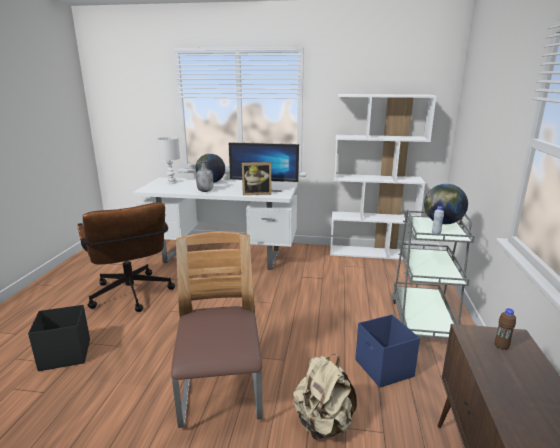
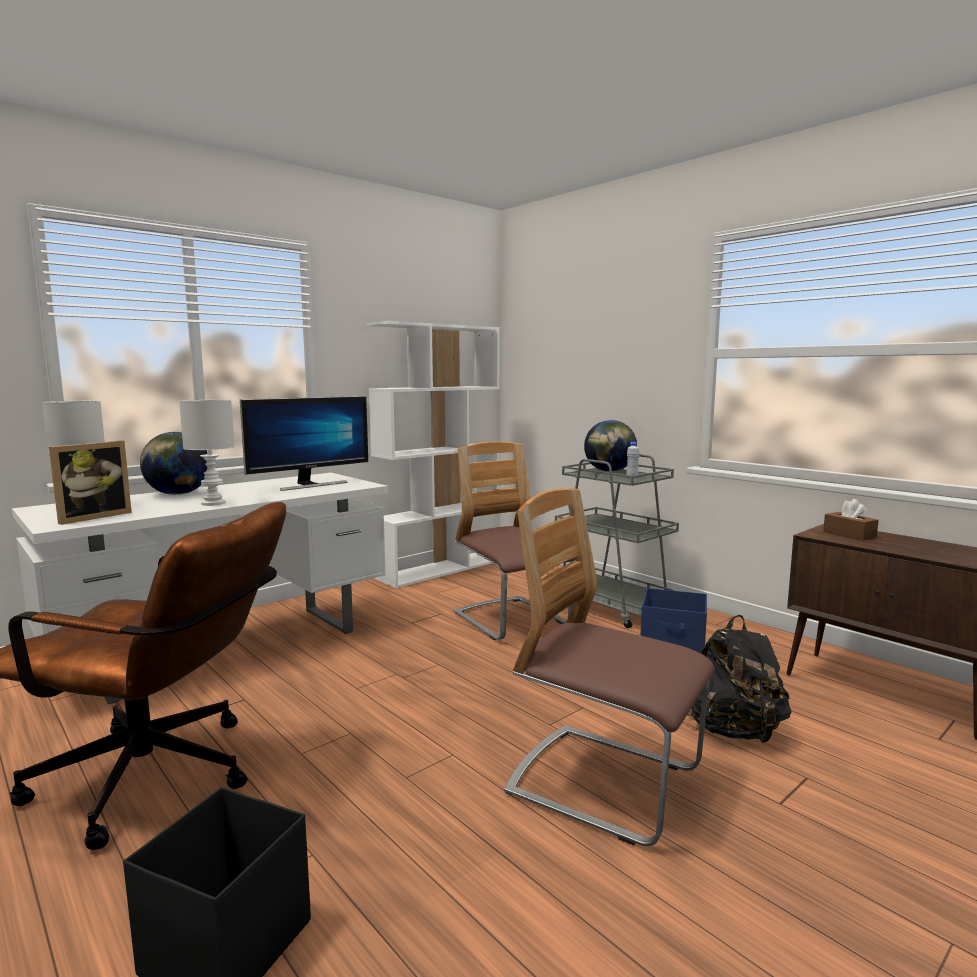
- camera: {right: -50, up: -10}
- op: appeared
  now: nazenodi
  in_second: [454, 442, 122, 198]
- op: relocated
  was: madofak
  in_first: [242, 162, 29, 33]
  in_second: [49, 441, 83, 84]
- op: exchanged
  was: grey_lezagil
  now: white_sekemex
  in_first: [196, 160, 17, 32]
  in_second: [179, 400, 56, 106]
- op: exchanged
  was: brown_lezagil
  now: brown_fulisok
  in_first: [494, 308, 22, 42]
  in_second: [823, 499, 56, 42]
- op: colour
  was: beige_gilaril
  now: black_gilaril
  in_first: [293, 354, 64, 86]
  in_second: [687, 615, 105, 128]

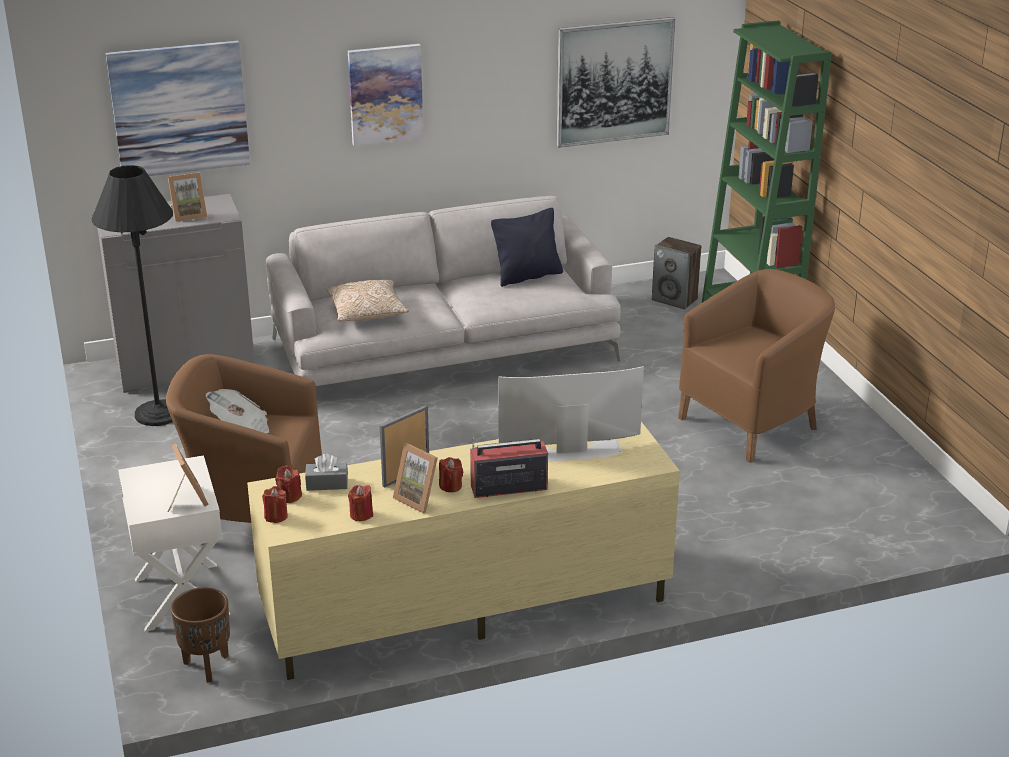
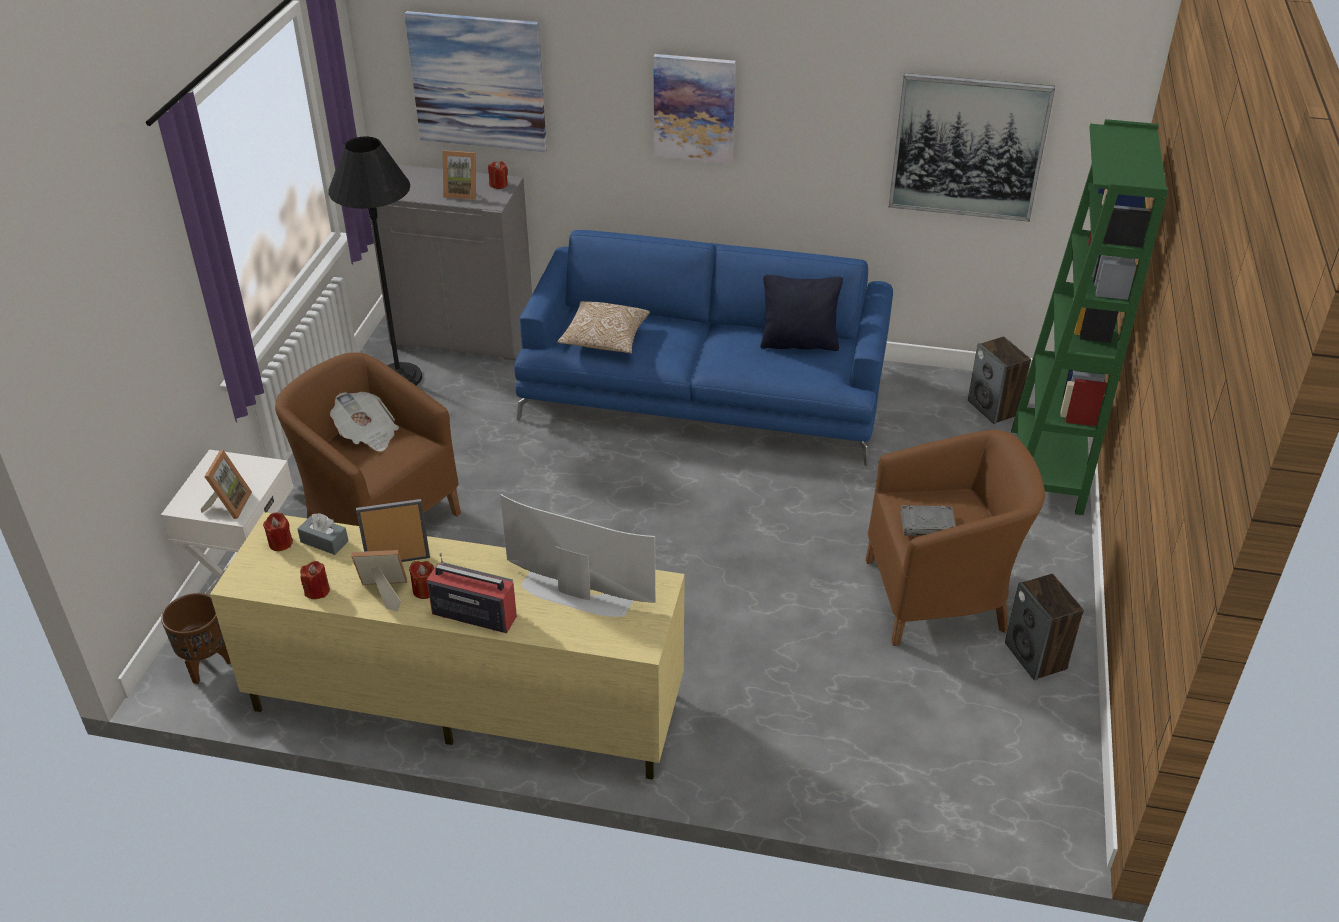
- camera: {right: 30, up: 10}
- op: appeared
  now: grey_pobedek
  in_second: [900, 505, 56, 31]
- op: appeared
  now: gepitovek
  in_second: [1005, 574, 79, 106]
- op: relocated
  was: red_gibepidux
  in_first: [262, 486, 26, 37]
  in_second: [488, 161, 20, 28]
- op: colour
  was: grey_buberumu
  now: blue_buberumu
  in_first: [266, 196, 355, 190]
  in_second: [514, 230, 379, 237]
- op: spun
  was: madofak
  in_first: [393, 443, 45, 70]
  in_second: [351, 550, 56, 62]
  clockwise: 105

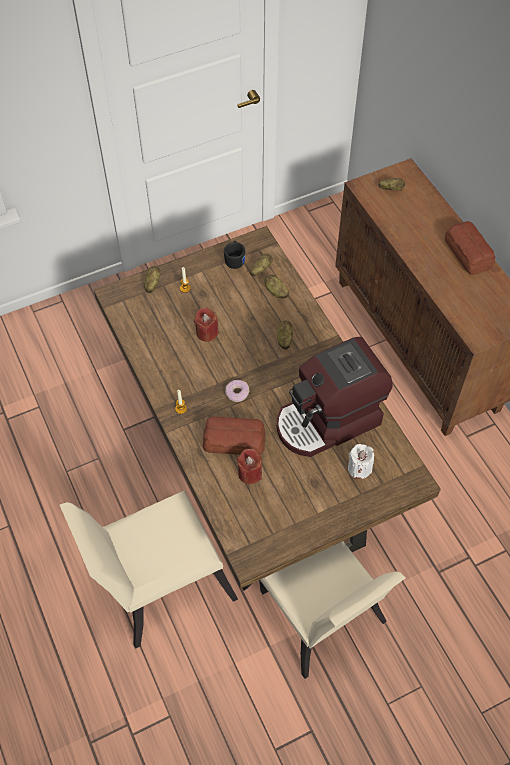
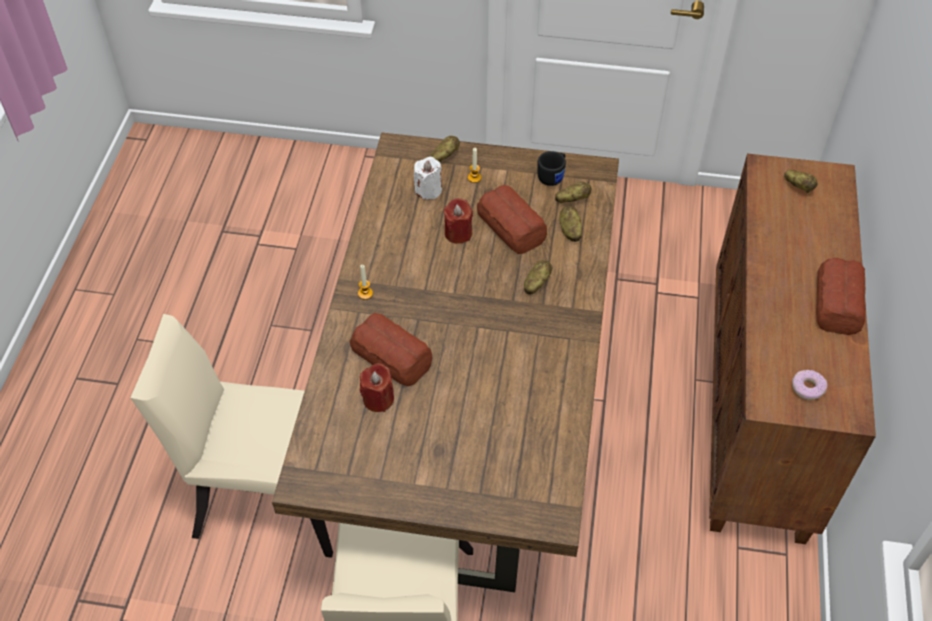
- camera: {right: 35, up: -5}
- op: missing
  was: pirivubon
  in_first: [277, 337, 116, 120]
- op: appeared
  now: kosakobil
  in_second: [477, 185, 70, 69]
- op: relocated
  was: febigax
  in_first: [225, 380, 25, 22]
  in_second: [792, 370, 35, 30]
- op: relocated
  was: white_gibepidux
  in_first: [348, 444, 26, 35]
  in_second: [414, 157, 28, 42]

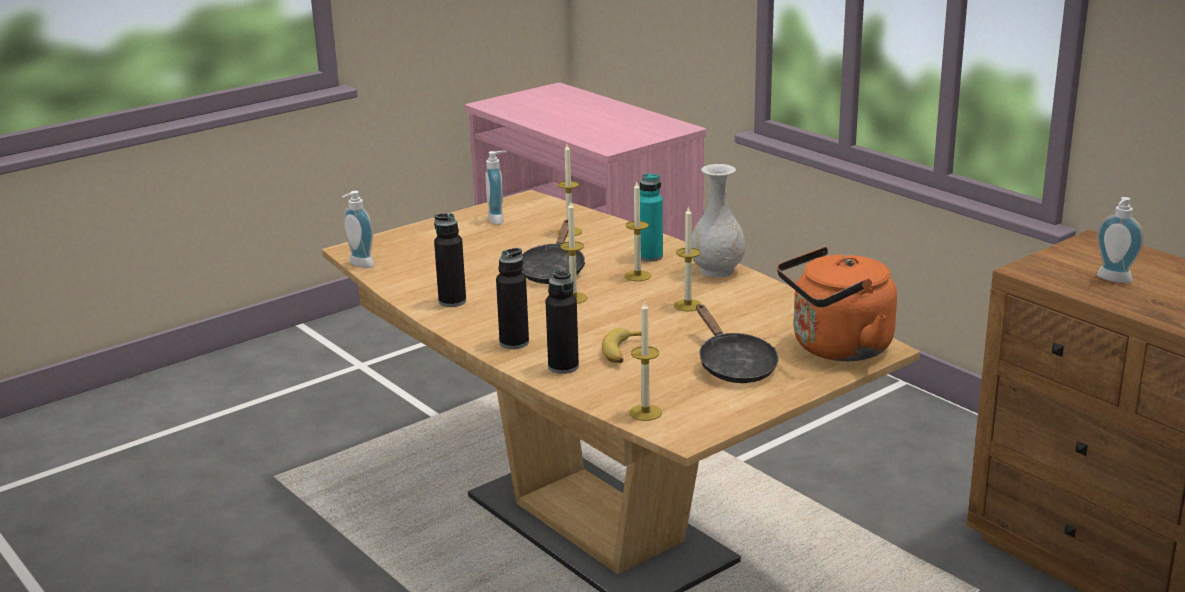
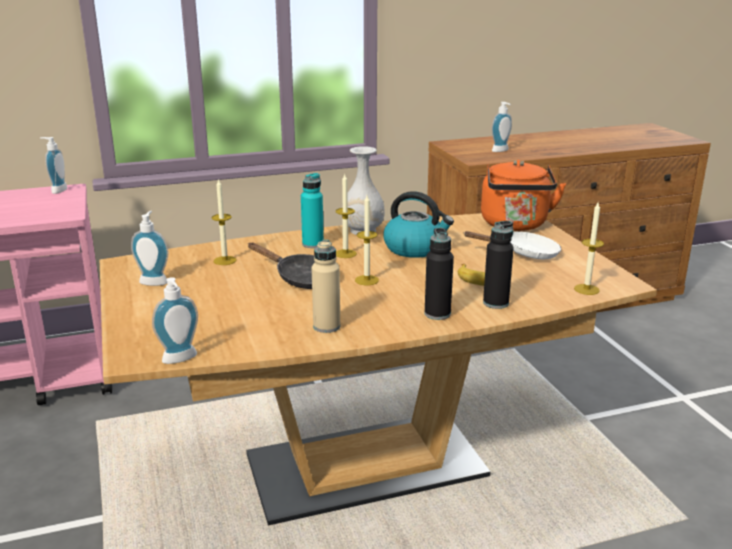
- camera: {right: -70, up: 0}
- op: appeared
  now: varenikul
  in_second: [40, 137, 27, 57]
- op: exchanged
  was: gibepidux
  now: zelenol
  in_first: [674, 206, 28, 105]
  in_second: [383, 191, 71, 67]
- op: colour
  was: black_lezagil
  now: beige_lezagil
  in_first: [434, 213, 32, 94]
  in_second: [312, 240, 28, 93]
- op: colour
  was: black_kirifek
  now: white_kirifek
  in_first: [696, 304, 83, 79]
  in_second: [463, 231, 99, 28]

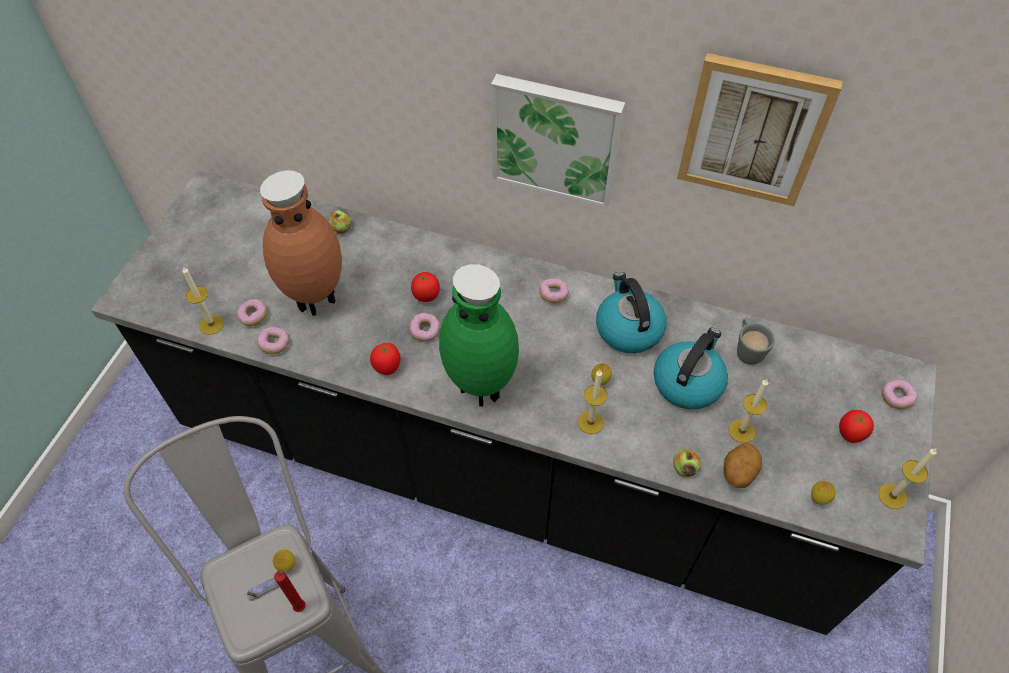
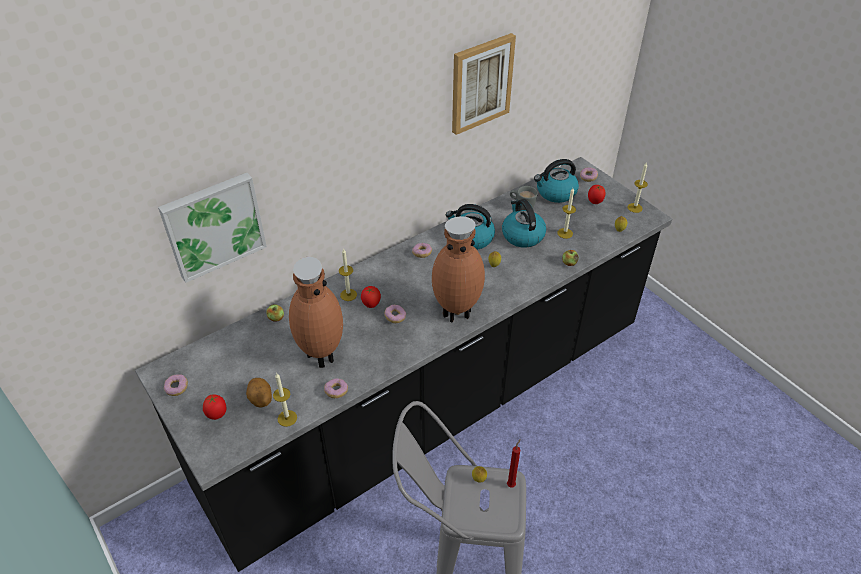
- camera: {right: -55, up: -10}
- op: appeared
  now: zelenol
  in_second: [534, 159, 45, 44]
- op: relocated
  was: febigax
  in_first: [237, 299, 31, 27]
  in_second: [164, 374, 24, 22]
- op: relocated
  was: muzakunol
  in_first: [370, 343, 31, 32]
  in_second: [203, 394, 23, 26]
- op: relocated
  was: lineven
  in_first: [491, 74, 134, 134]
  in_second: [158, 173, 109, 110]
- op: relocated
  was: gibepidux
  in_first: [578, 370, 29, 64]
  in_second: [339, 248, 18, 53]
- op: relocated
  was: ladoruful
  in_first: [723, 443, 39, 45]
  in_second: [246, 378, 26, 30]
- op: colour
  was: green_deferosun
  now: brown_deferosun
  in_first: [439, 264, 80, 143]
  in_second: [432, 216, 53, 107]

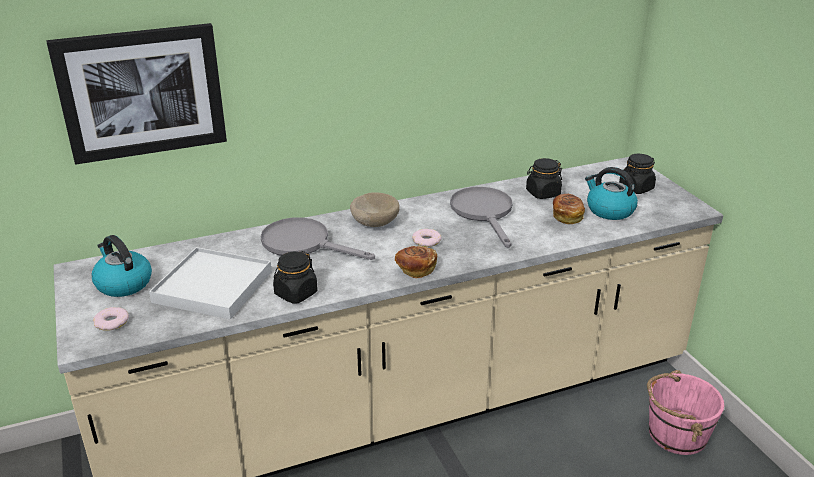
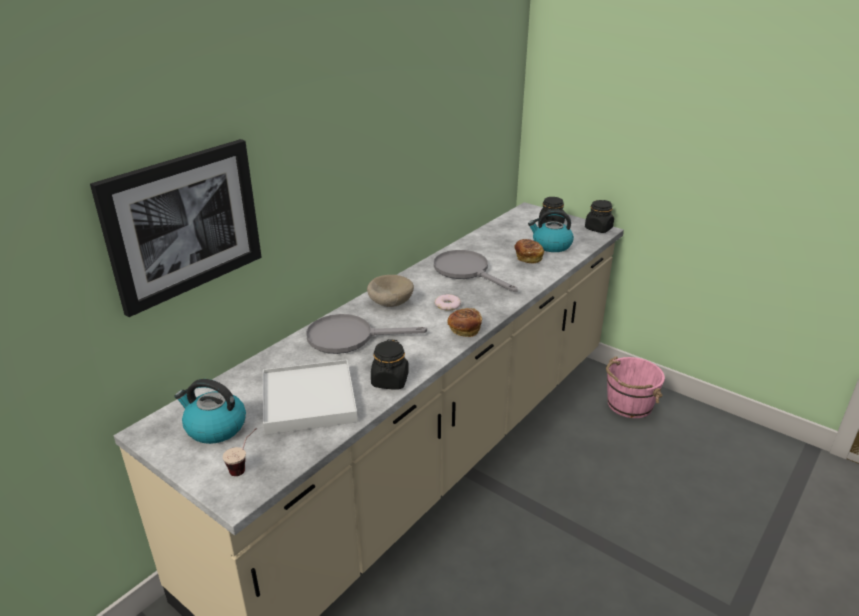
- camera: {right: -30, up: 0}
- op: relocated
  was: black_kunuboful
  in_first: [526, 158, 36, 41]
  in_second: [585, 200, 29, 33]
- op: exchanged
  was: febigax
  now: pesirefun
  in_first: [93, 307, 36, 24]
  in_second: [223, 428, 34, 48]

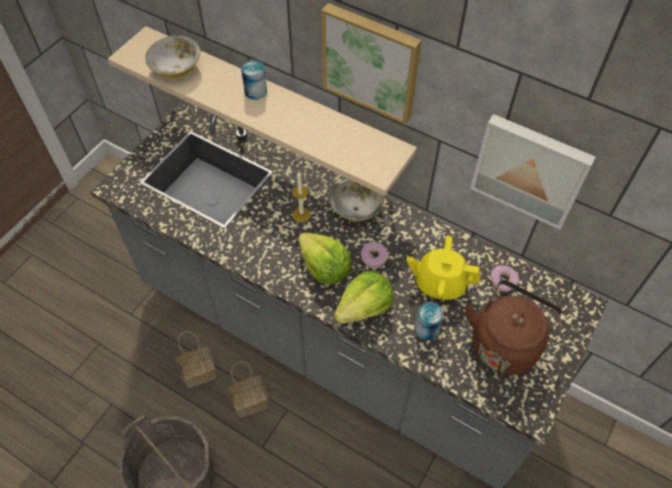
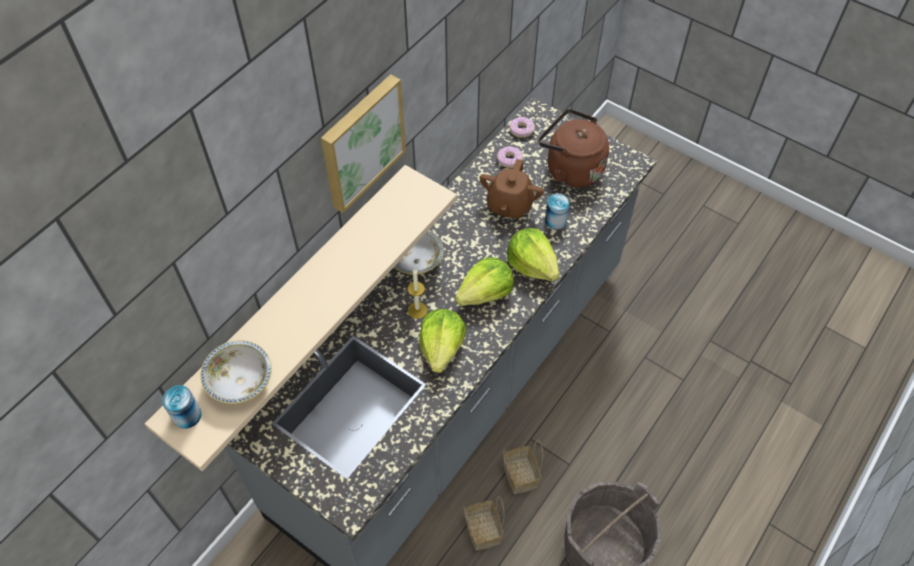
- camera: {right: -85, up: 0}
- op: missing
  was: lineven
  in_first: [470, 114, 126, 115]
- op: appeared
  now: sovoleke
  in_second: [419, 309, 47, 64]
- op: relocated
  was: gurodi
  in_first: [241, 61, 26, 39]
  in_second: [162, 385, 40, 44]
- op: relocated
  was: febigax
  in_first: [361, 242, 27, 26]
  in_second: [509, 117, 26, 21]
- op: colour
  was: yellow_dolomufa
  now: brown_dolomufa
  in_first: [407, 236, 74, 64]
  in_second: [479, 159, 65, 60]

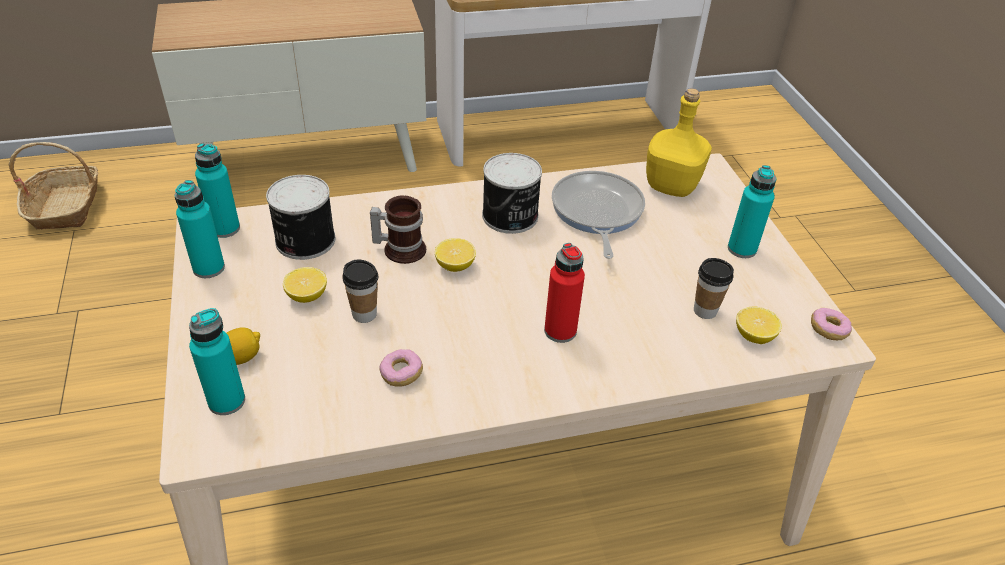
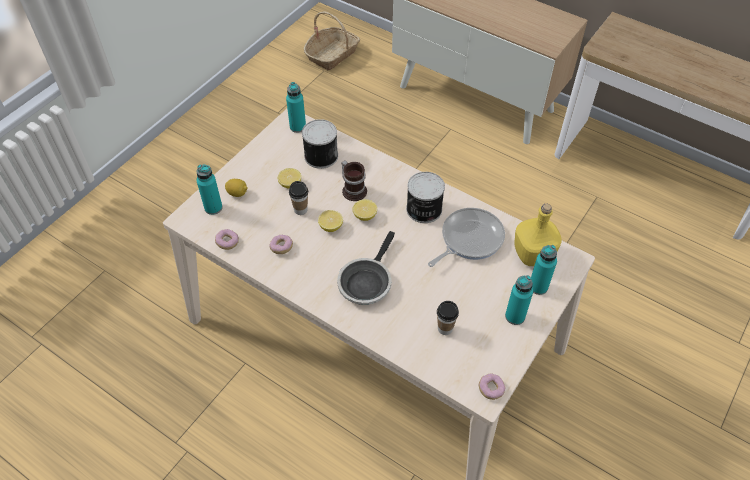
- camera: {right: 50, up: 10}
- op: appeared
  now: febigax
  in_second: [215, 229, 24, 21]
- op: relocated
  was: turquoise_lezagil
  in_first: [174, 180, 51, 98]
  in_second: [531, 245, 26, 50]
- op: relocated
  was: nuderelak
  in_first: [736, 307, 46, 37]
  in_second: [318, 210, 25, 22]
- op: exchanged
  was: red_lezagil
  now: kirifek
  in_first: [544, 243, 41, 100]
  in_second: [337, 231, 58, 74]

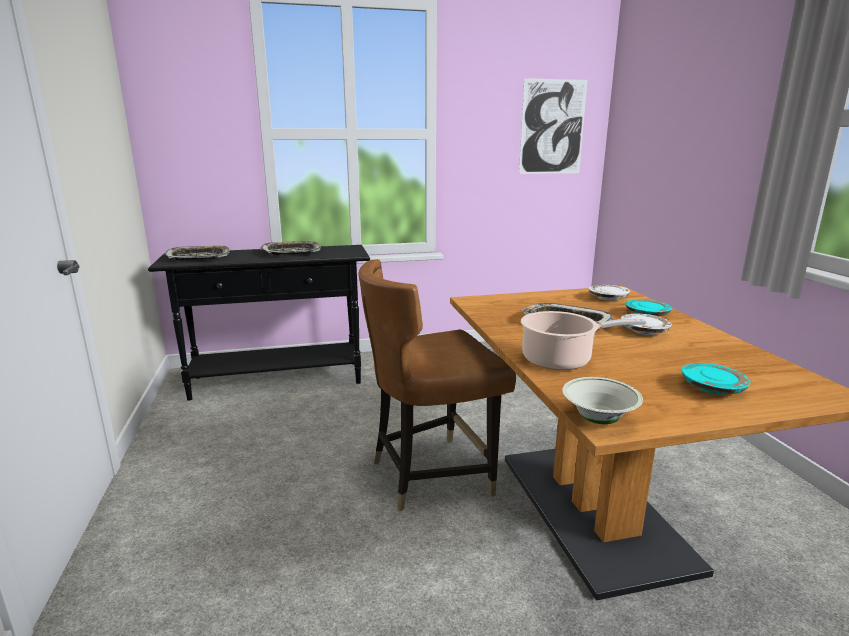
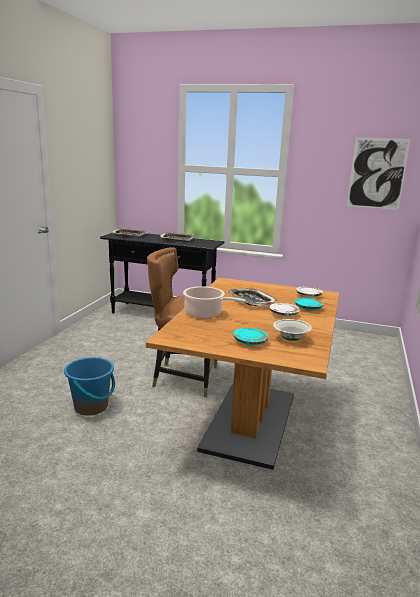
- camera: {right: 30, up: 0}
- op: appeared
  now: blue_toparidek
  in_second: [64, 357, 51, 59]
- op: relocated
  was: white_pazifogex
  in_first: [562, 377, 81, 47]
  in_second: [273, 319, 39, 22]

